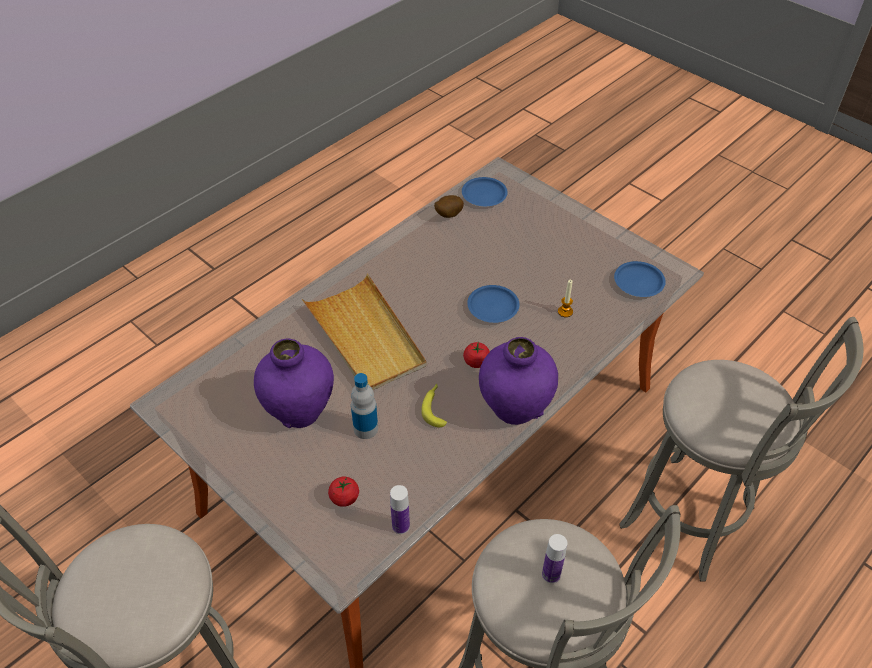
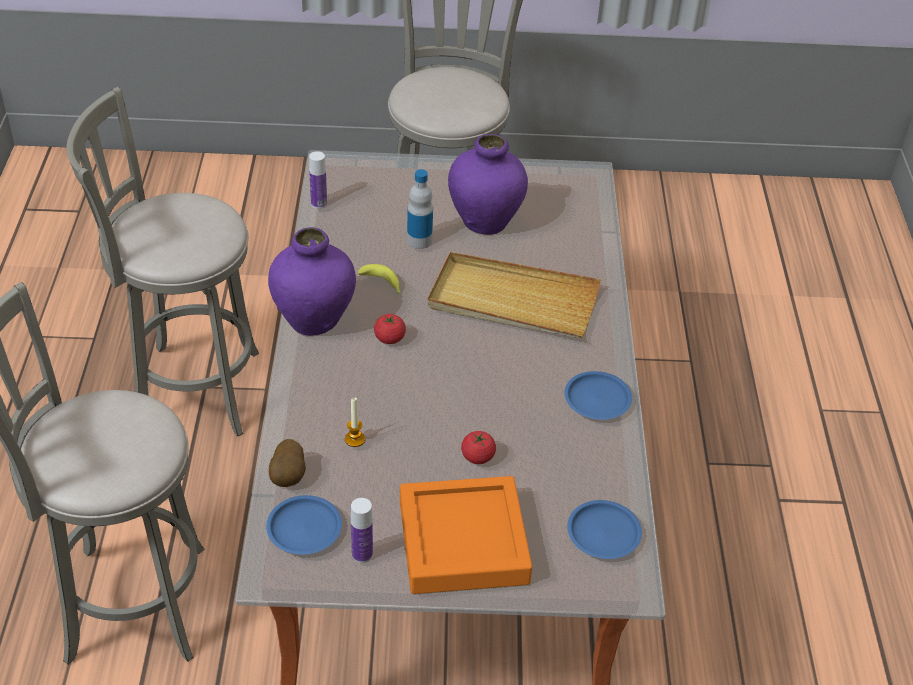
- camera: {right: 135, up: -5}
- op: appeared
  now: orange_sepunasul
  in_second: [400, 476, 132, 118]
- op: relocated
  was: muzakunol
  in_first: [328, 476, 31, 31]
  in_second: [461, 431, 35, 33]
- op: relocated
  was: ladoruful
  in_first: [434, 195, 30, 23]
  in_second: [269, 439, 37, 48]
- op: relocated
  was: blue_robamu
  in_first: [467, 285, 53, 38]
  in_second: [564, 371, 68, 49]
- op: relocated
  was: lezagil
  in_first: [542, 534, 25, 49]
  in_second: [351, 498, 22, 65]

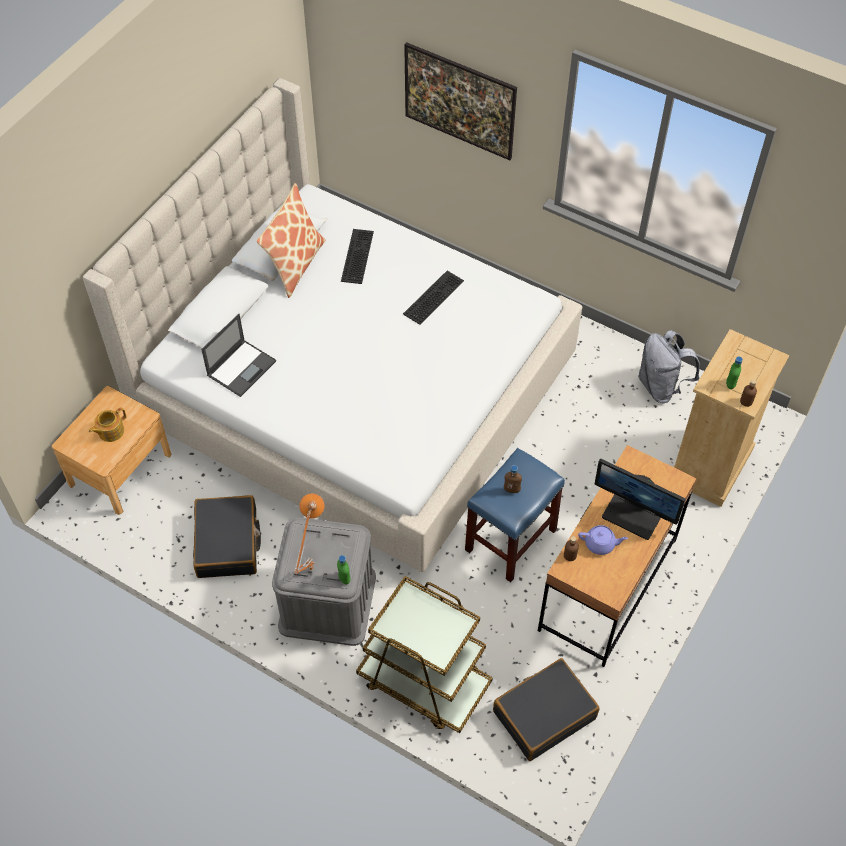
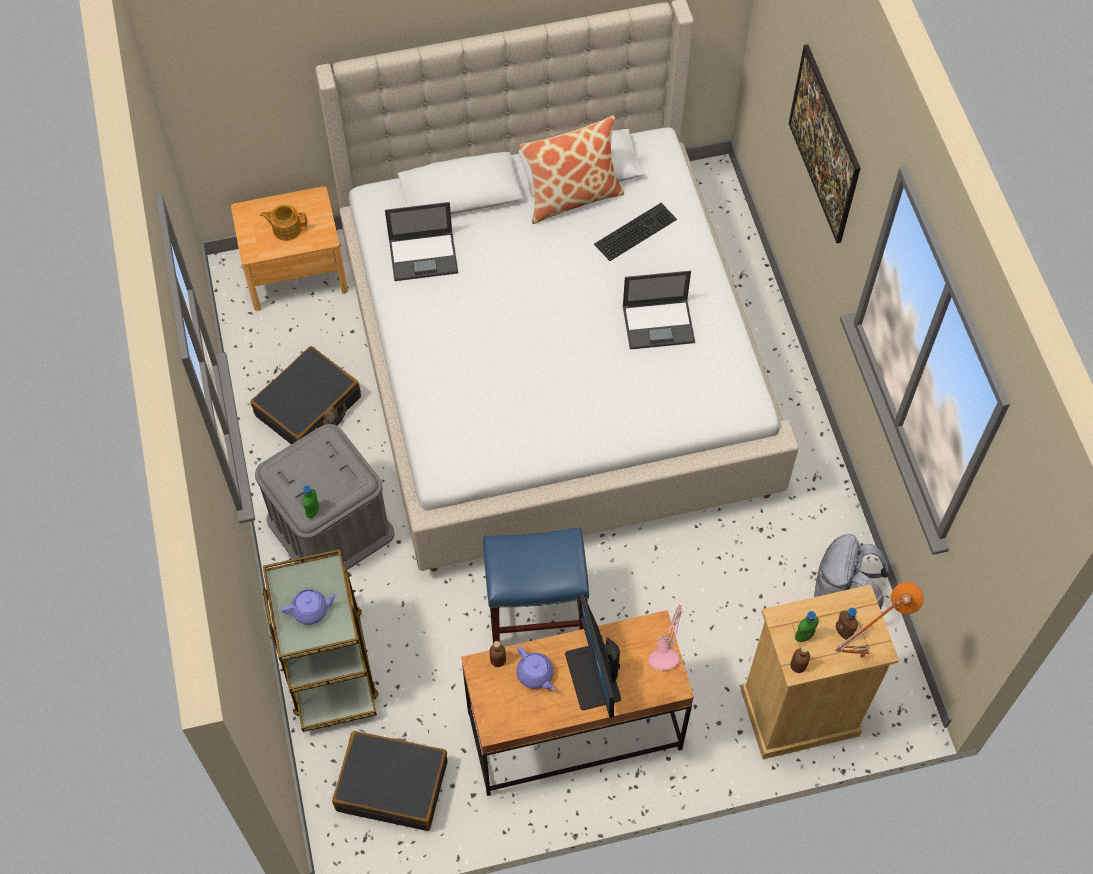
- camera: {right: 45, up: 5}
- op: appeared
  now: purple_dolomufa
  in_second: [281, 589, 58, 36]
- op: appeared
  now: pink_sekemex
  in_second: [648, 604, 35, 67]
- op: relocated
  was: orange_sekemex
  in_first: [294, 494, 31, 80]
  in_second: [835, 582, 89, 76]
- op: relocated
  was: brown_lezagil
  in_first: [504, 465, 18, 28]
  in_second: [836, 608, 22, 32]
- op: exchanged
  was: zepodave
  now: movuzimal
  in_first: [403, 271, 61, 54]
  in_second: [623, 271, 72, 78]

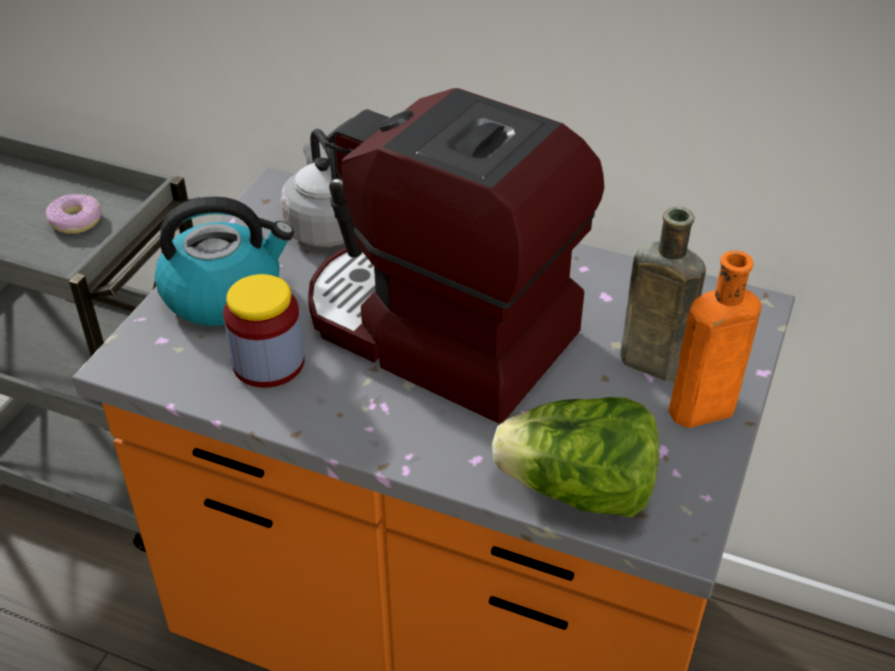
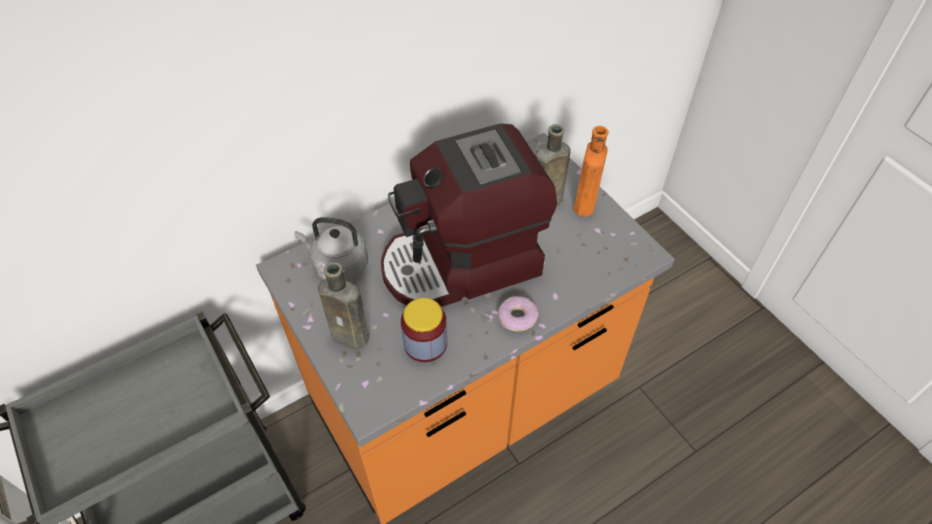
- camera: {right: -55, up: 10}
- op: missing
  was: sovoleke
  in_first: [492, 397, 167, 120]
- op: relocated
  was: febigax
  in_first: [46, 194, 55, 40]
  in_second: [498, 296, 41, 36]
- op: exchanged
  was: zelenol
  now: brown_lezagil
  in_first: [155, 196, 139, 130]
  in_second: [318, 262, 51, 88]

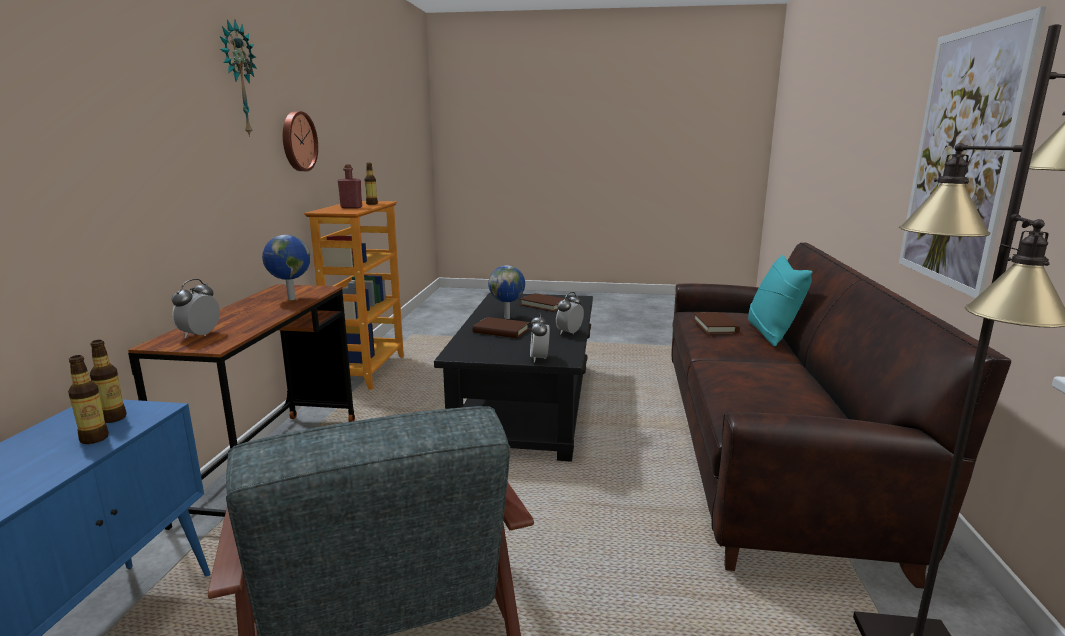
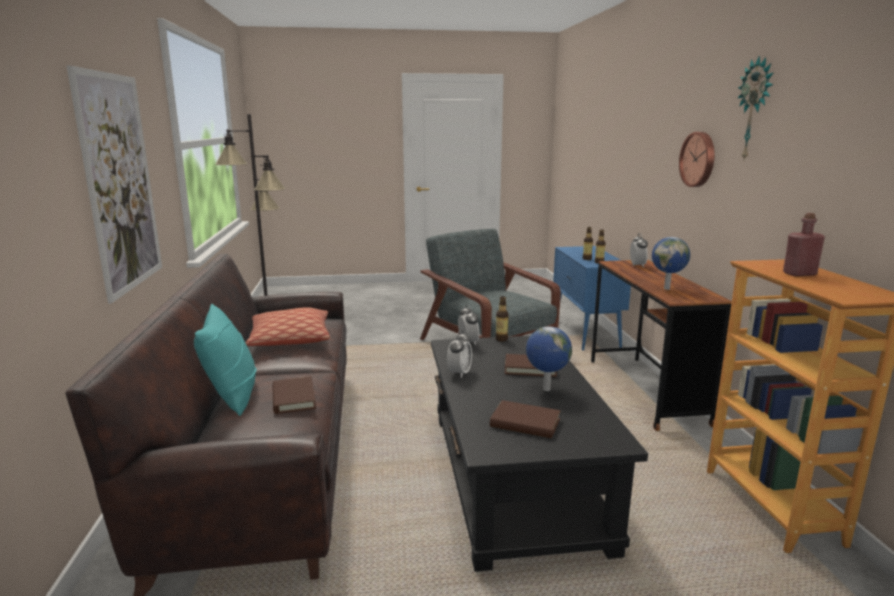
- camera: {right: 165, up: 0}
- op: appeared
  now: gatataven
  in_second: [246, 307, 84, 39]
- op: relocated
  was: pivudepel
  in_first: [283, 111, 35, 60]
  in_second: [679, 132, 36, 55]
- op: relocated
  was: lezagil
  in_first: [364, 163, 14, 42]
  in_second: [495, 296, 14, 46]

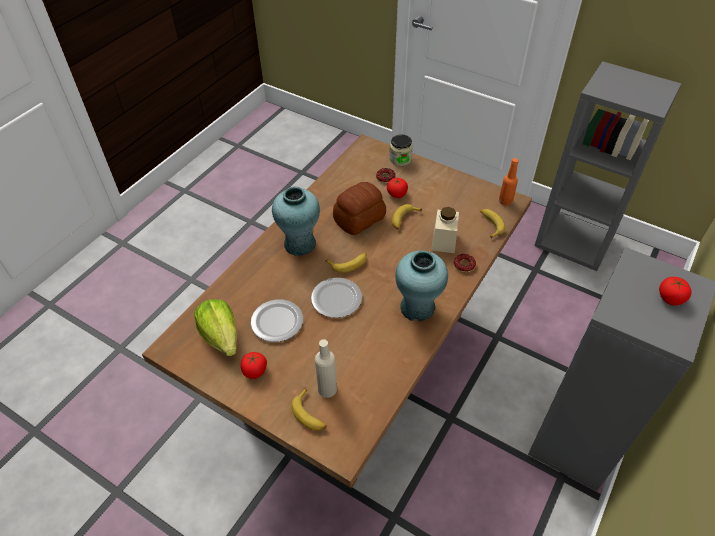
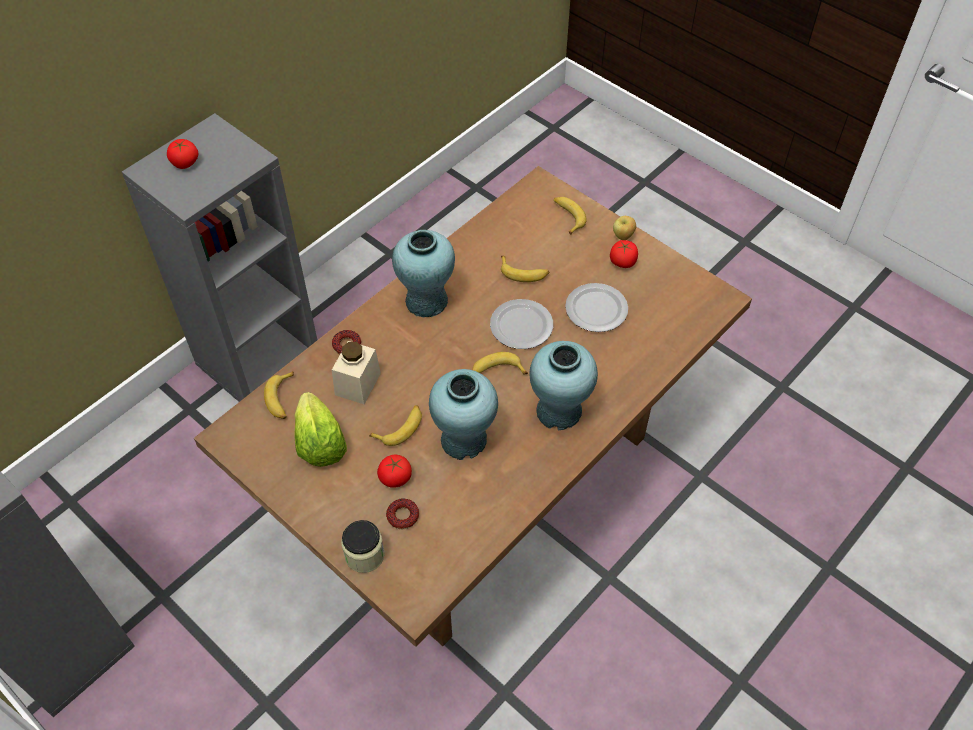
- camera: {right: -170, up: 5}
- op: missing
  was: beige_lezagil
  in_first: [315, 339, 22, 59]
- op: missing
  was: orange_lezagil
  in_first: [499, 158, 20, 48]
- op: appeared
  now: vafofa
  in_second: [501, 256, 49, 26]
- op: appeared
  now: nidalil
  in_second: [613, 216, 23, 24]
- op: relocated
  was: sovoleke
  in_first: [194, 299, 43, 57]
  in_second: [295, 392, 52, 75]
- op: exchanged
  was: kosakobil
  now: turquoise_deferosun
  in_first: [333, 182, 53, 53]
  in_second: [429, 369, 69, 91]

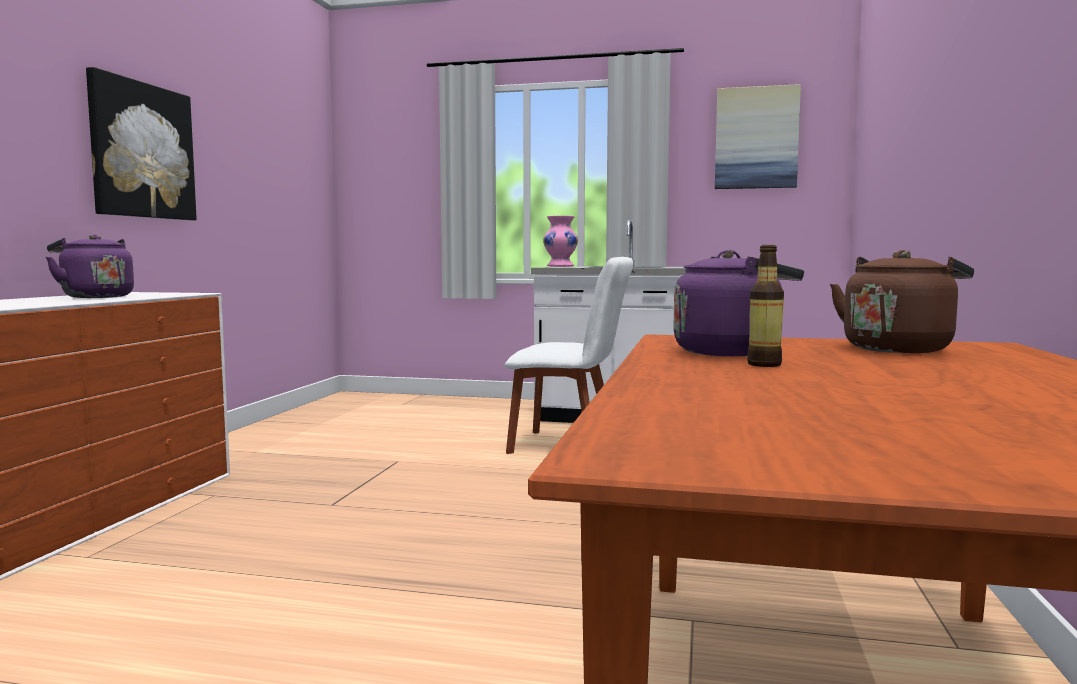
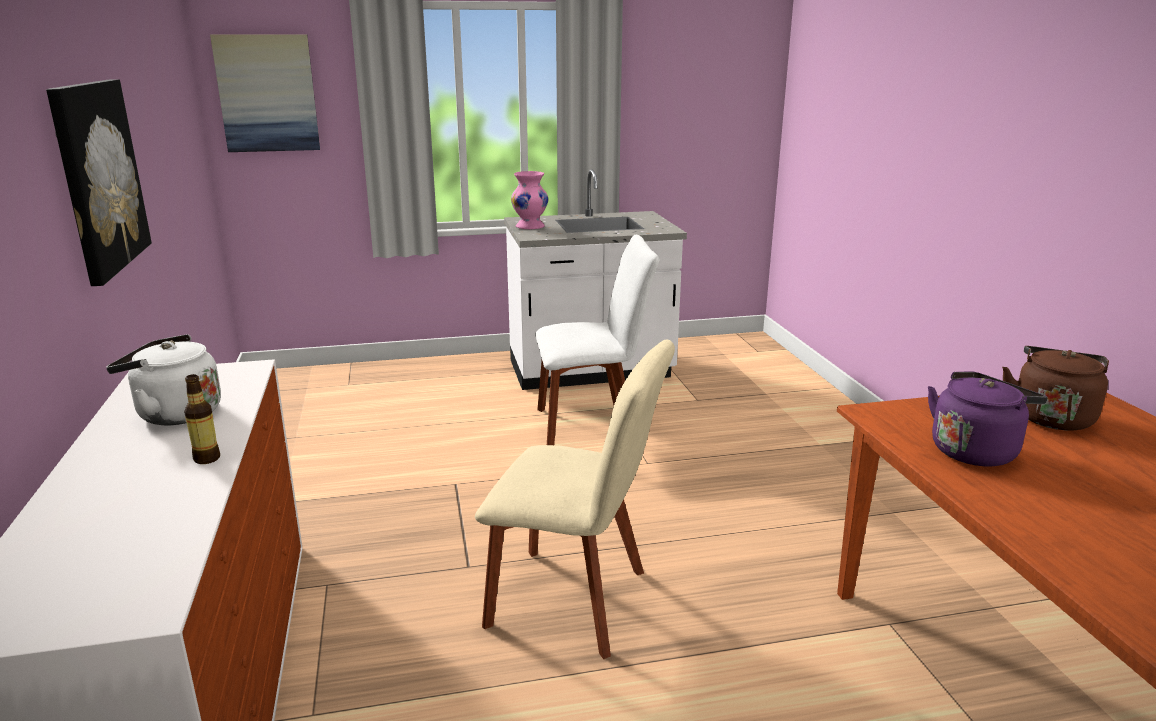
- camera: {right: -25, up: 15}
- op: appeared
  now: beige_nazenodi
  in_second: [475, 339, 200, 320]
- op: relocated
  was: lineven
  in_first: [715, 84, 86, 105]
  in_second: [210, 34, 110, 118]
- op: relocated
  was: lezagil
  in_first: [747, 245, 37, 122]
  in_second: [184, 374, 36, 90]
- op: colour
  was: purple_zelenol
  now: white_zelenol
  in_first: [46, 234, 88, 64]
  in_second: [106, 334, 115, 91]

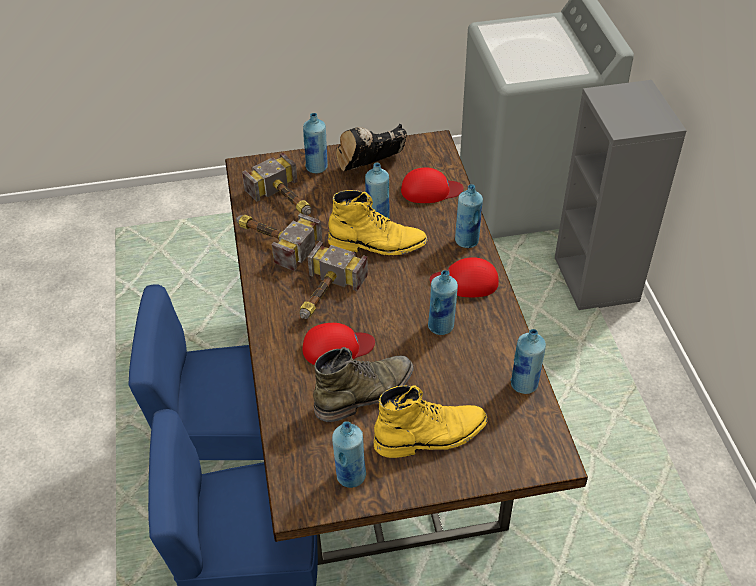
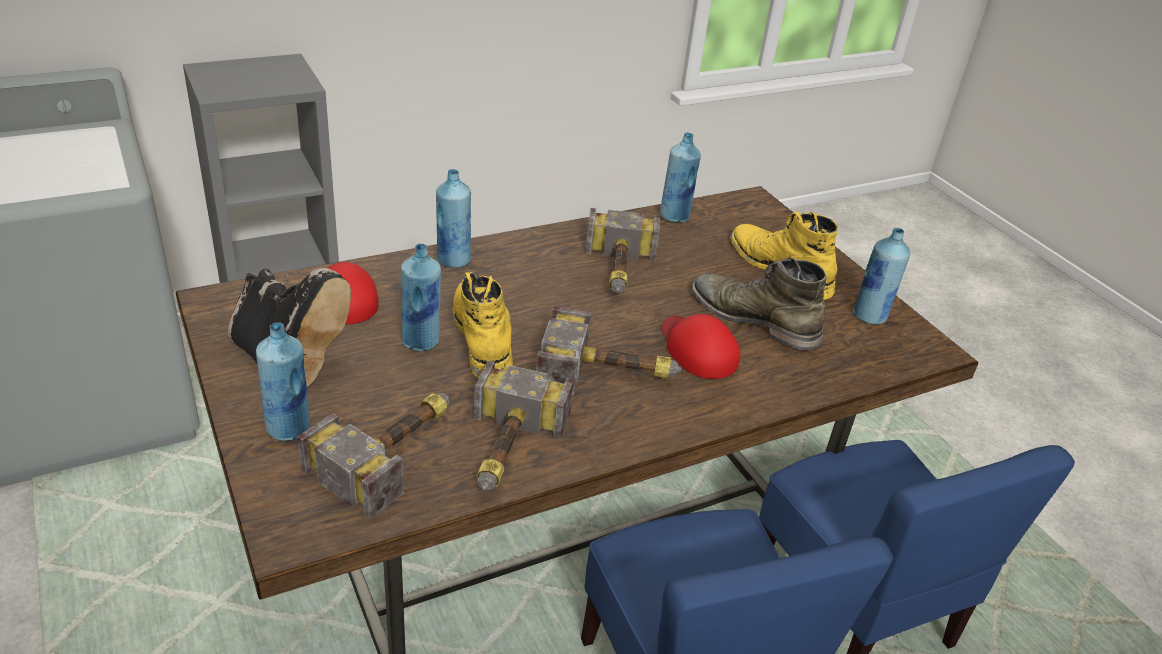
- camera: {right: -110, up: -10}
- op: missing
  was: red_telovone
  in_first: [430, 257, 69, 40]
- op: exchanged
  was: blue_lezagil
  now: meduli
  in_first: [428, 270, 30, 65]
  in_second: [585, 208, 75, 85]

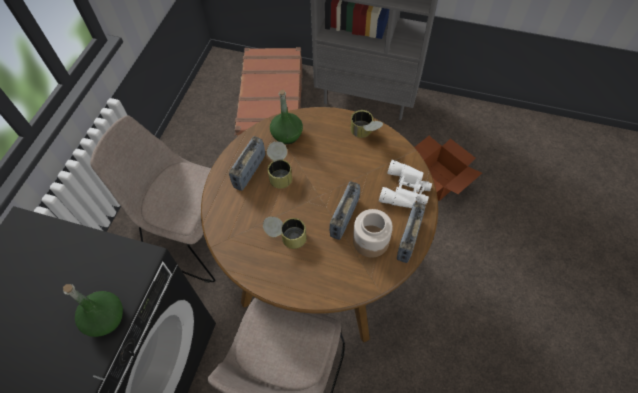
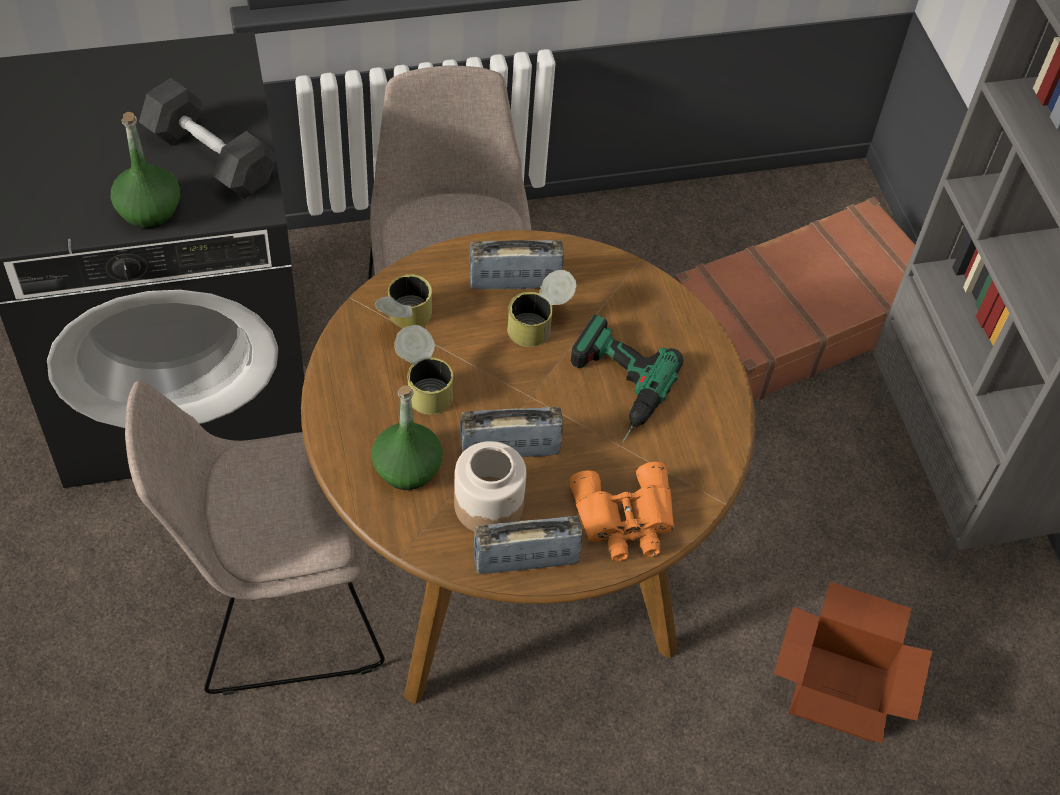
- camera: {right: 55, up: -5}
- op: appeared
  now: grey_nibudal
  in_second: [139, 78, 138, 121]
- op: appeared
  now: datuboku
  in_second: [571, 315, 113, 128]
- op: relocated
  was: green_lezagil
  in_first: [270, 90, 33, 54]
  in_second: [372, 385, 71, 105]
- op: relocated
  was: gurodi
  in_first: [350, 110, 33, 28]
  in_second: [375, 274, 57, 54]
- op: colour
  was: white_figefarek
  now: orange_figefarek
  in_first: [379, 160, 53, 48]
  in_second: [569, 462, 105, 99]

